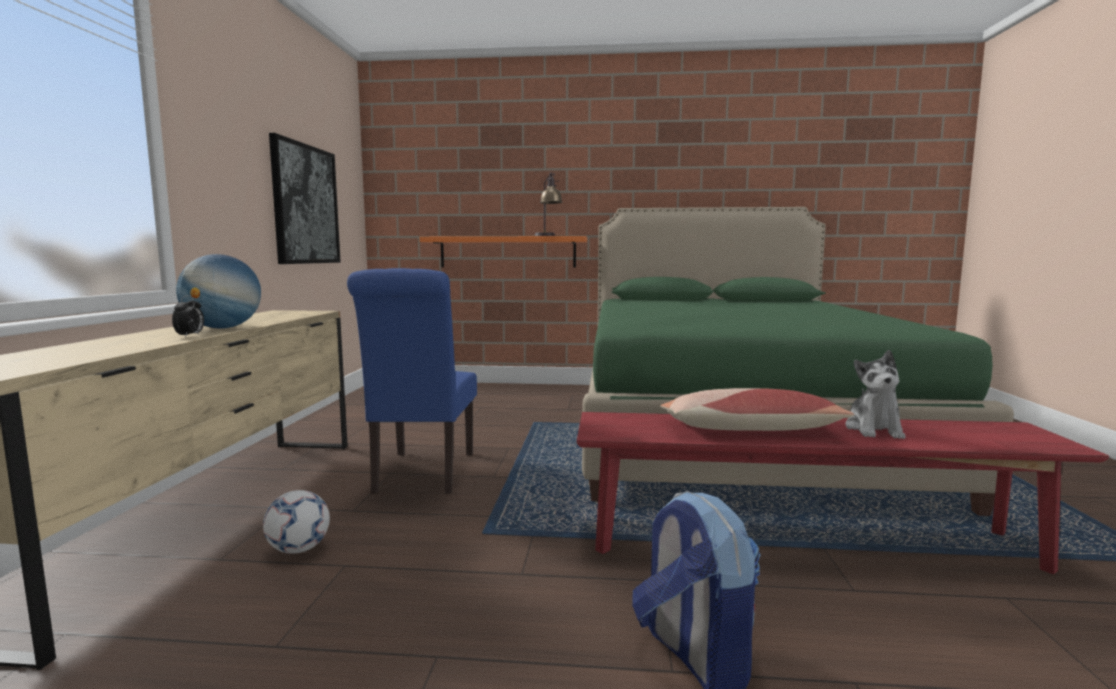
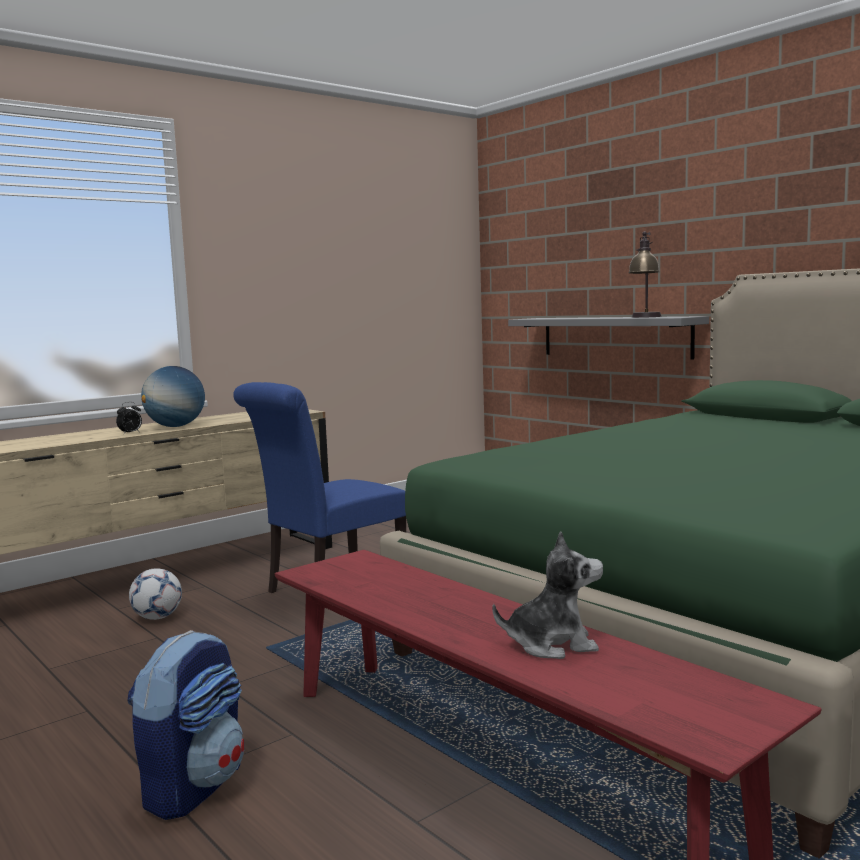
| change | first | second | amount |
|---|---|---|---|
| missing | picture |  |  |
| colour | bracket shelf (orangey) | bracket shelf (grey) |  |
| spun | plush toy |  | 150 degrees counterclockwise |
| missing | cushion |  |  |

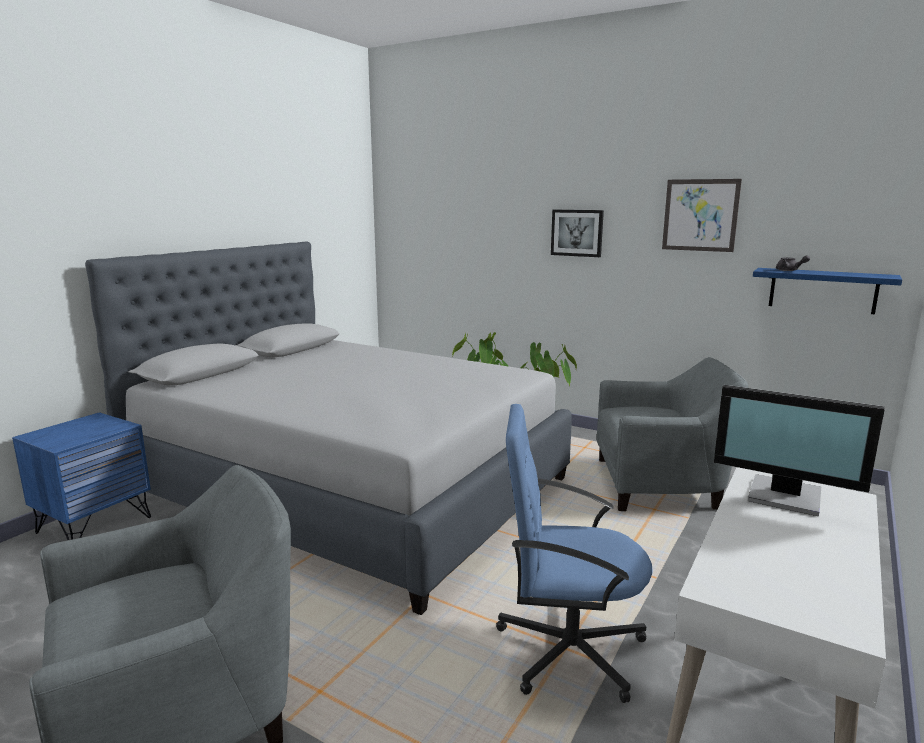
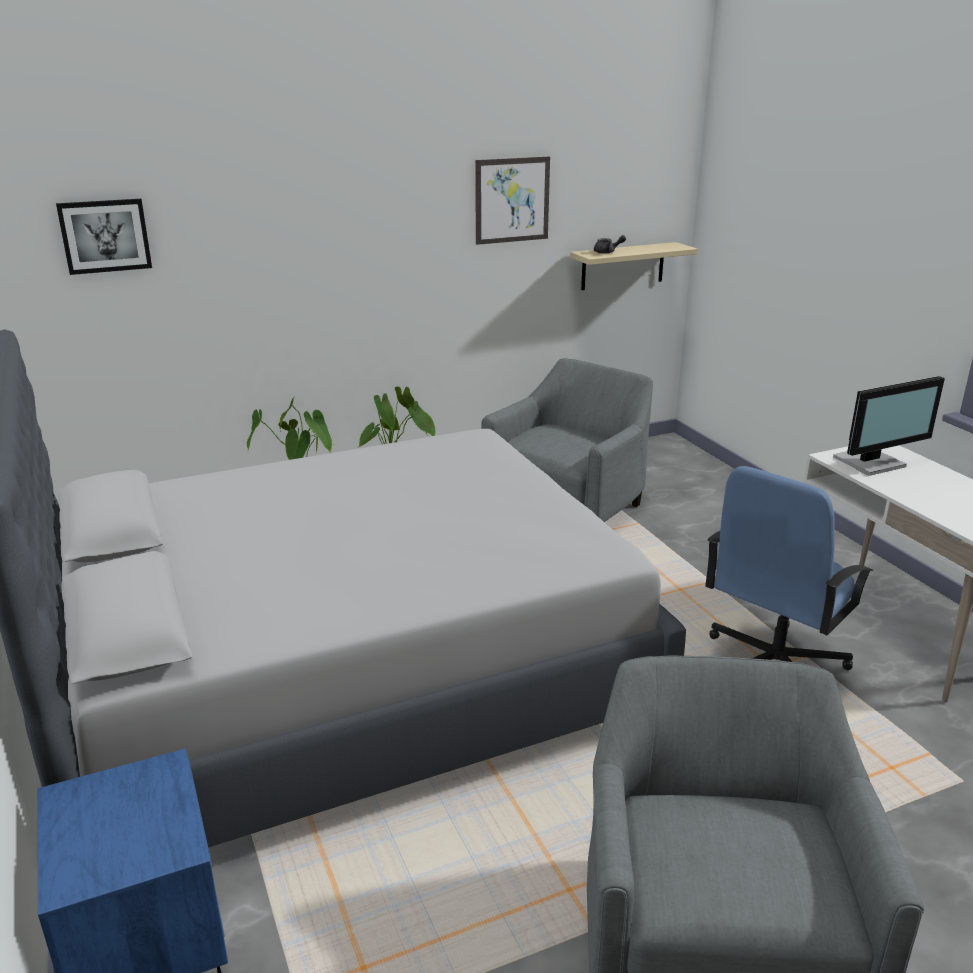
| change | first | second | amount |
|---|---|---|---|
| relocated | picture (no. 1 from left) |  |  |
| colour | bracket shelf (blue) | bracket shelf (beige) |  |

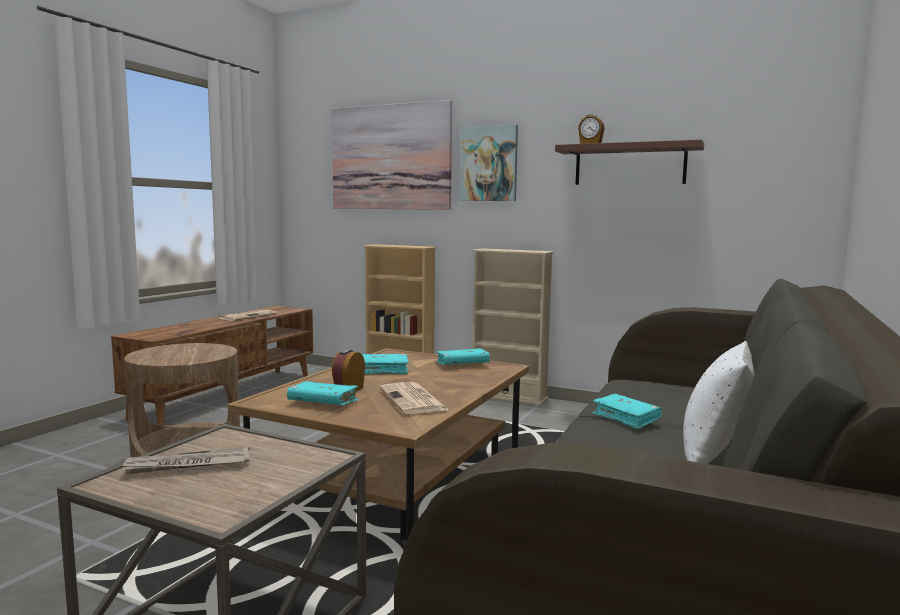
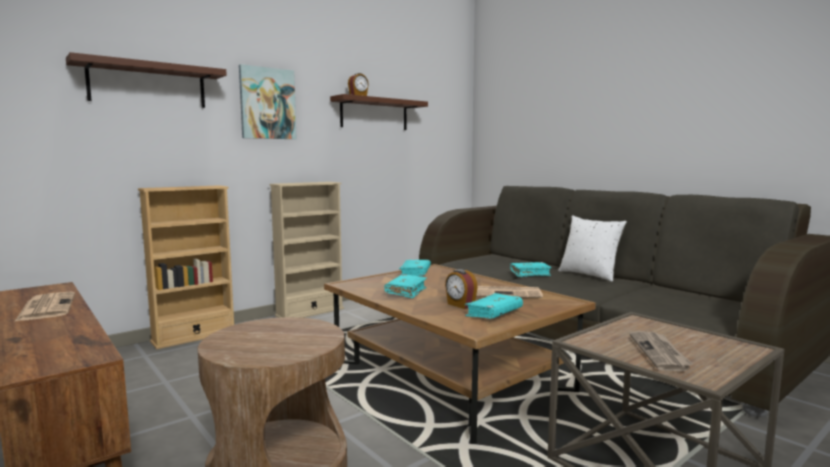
| change | first | second | amount |
|---|---|---|---|
| exchanged | picture (no. 1 from left) | bracket shelf (brown) (no. 1 from left) |  |

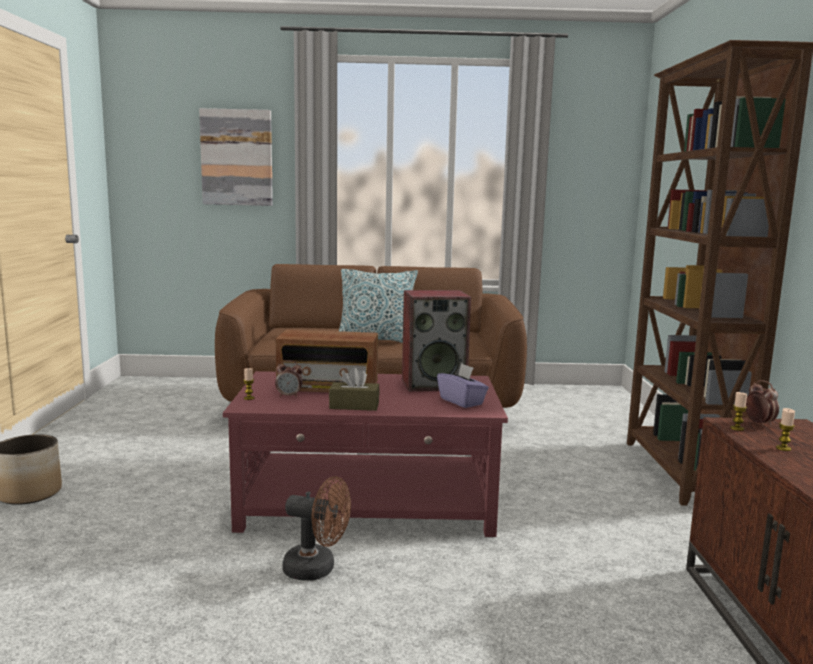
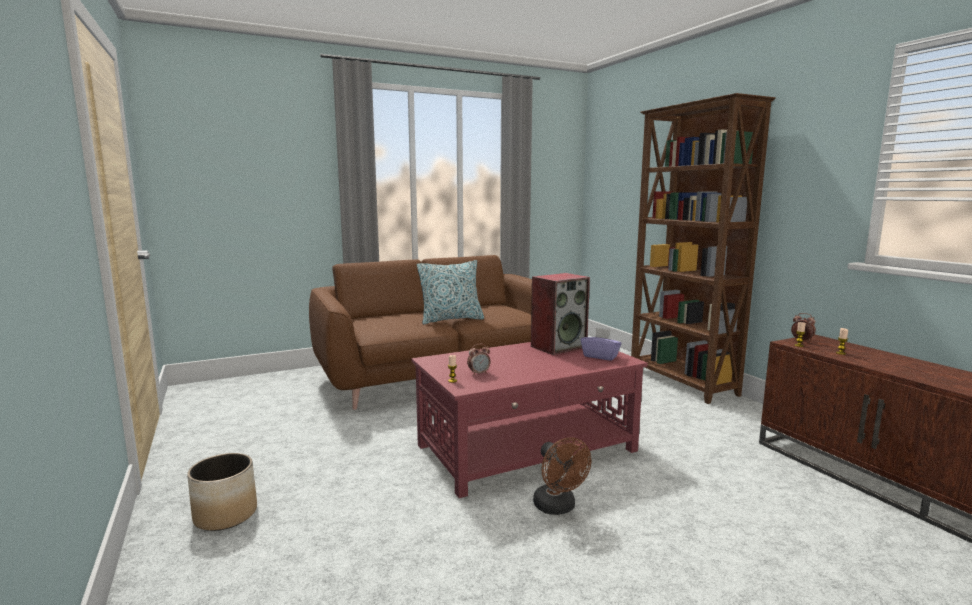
| change | first | second | amount |
|---|---|---|---|
| missing | picture |  |  |
| missing | radio |  |  |
| missing | box of tissues (brown) |  |  |
| spun | electric fan (brown) |  | 75 degrees clockwise |

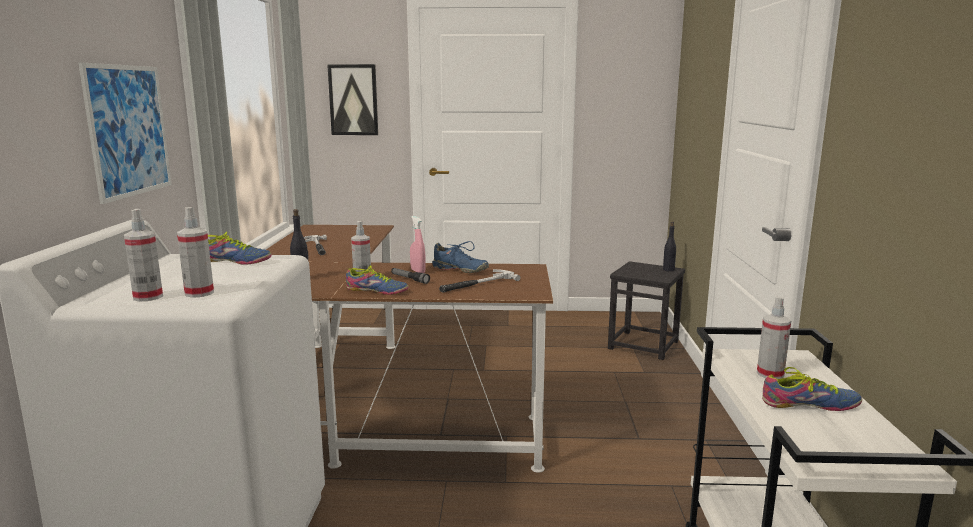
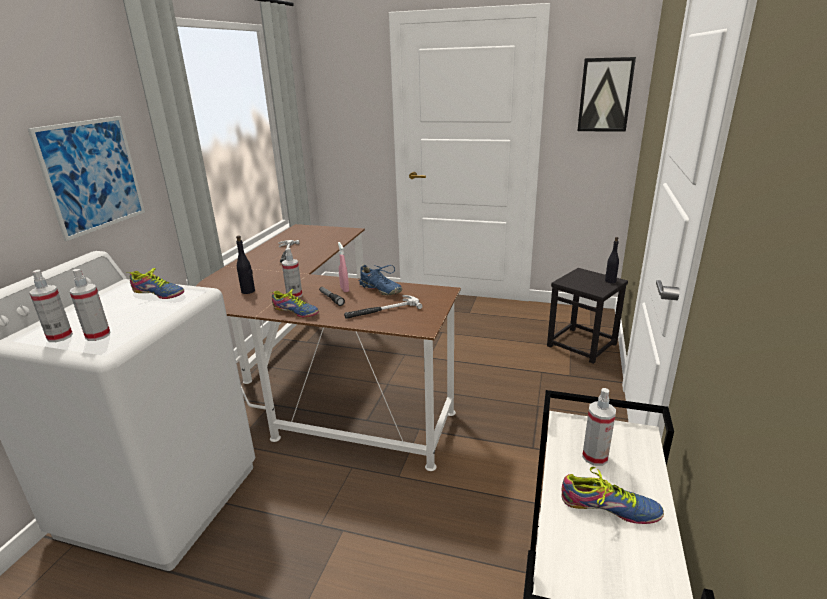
| change | first | second | amount |
|---|---|---|---|
| relocated | picture (no. 2 from left) |  |  |

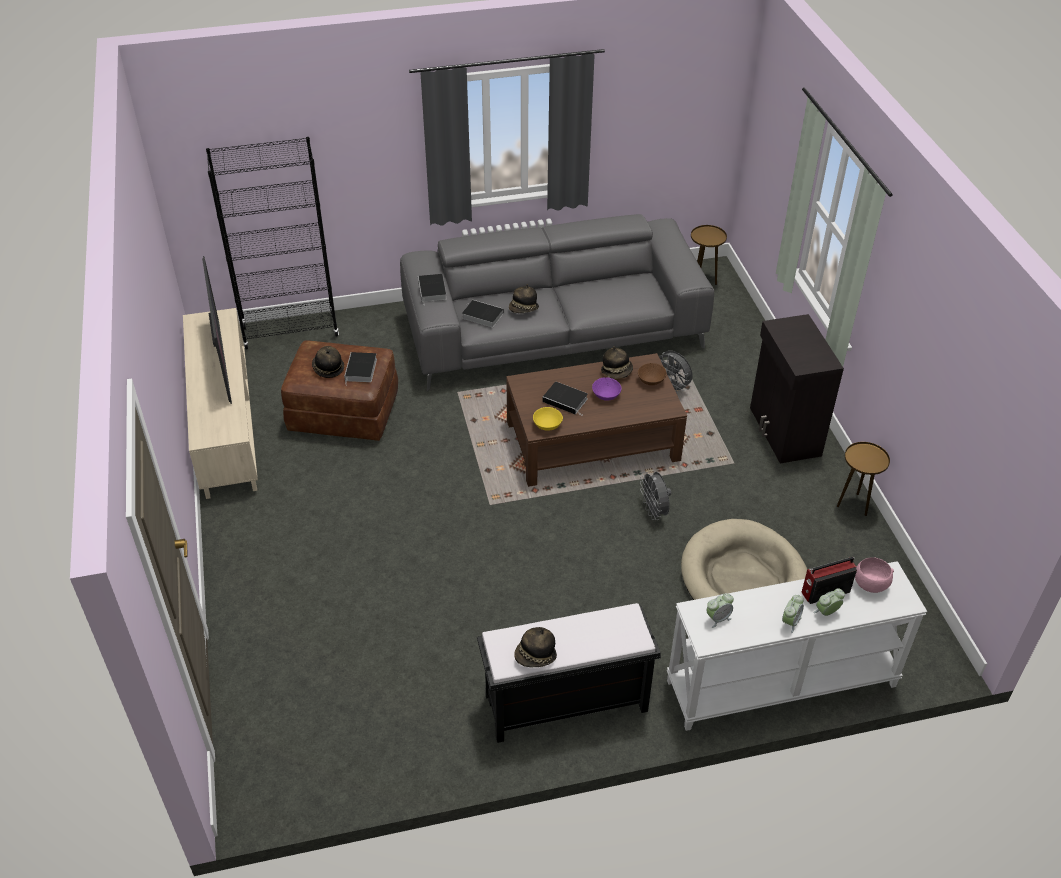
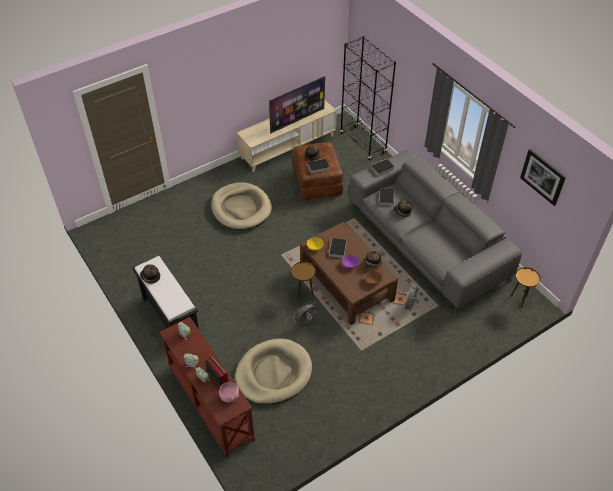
| change | first | second | amount |
|---|---|---|---|
| missing | cabinet (black-coloured) |  |  |
| relocated | accent table (brown) (no. 2 from left in the first image) | accent table (brown) (no. 1 from left) |  |
| colour | hall table (white-coloured) | hall table (brown) |  |
| appeared |  | picture |  |
| appeared |  | pet bed (beige) (no. 1 from left) |  |

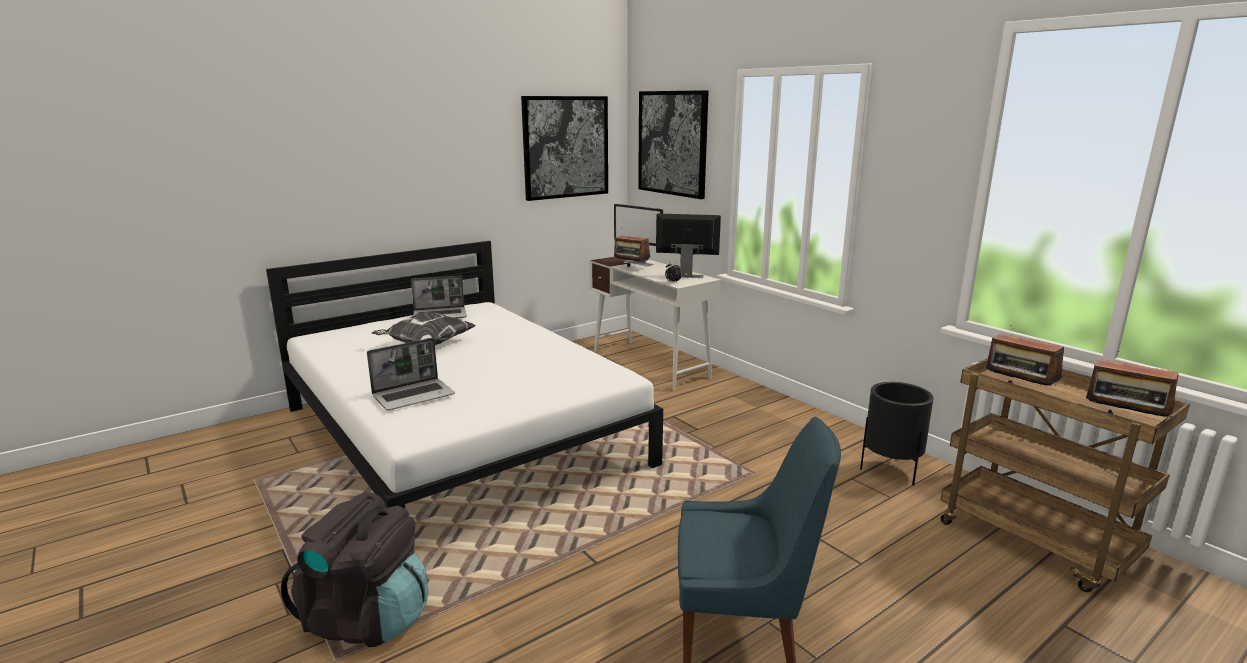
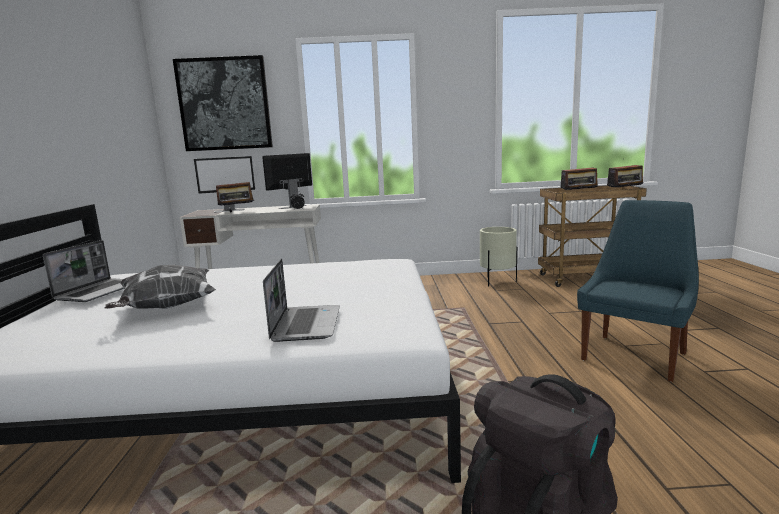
| change | first | second | amount |
|---|---|---|---|
| missing | picture (no. 1 from left) |  |  |
| colour | planter (black-coloured) | planter (beige) |  |

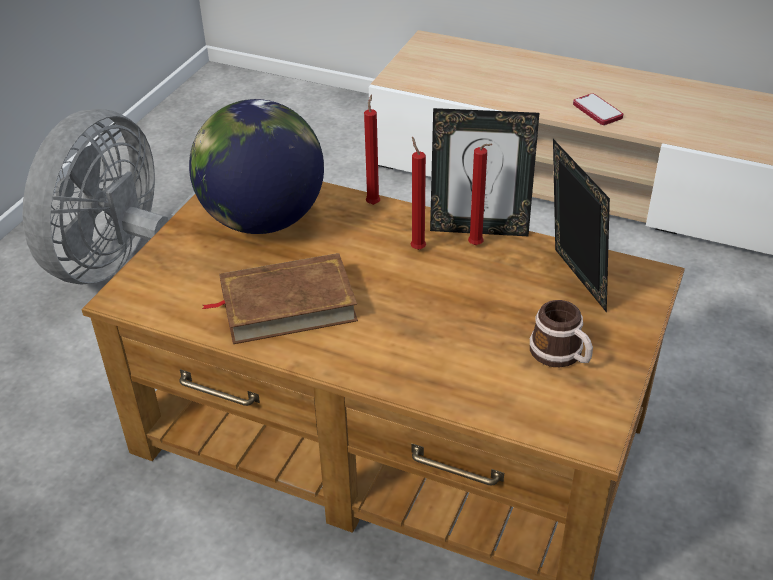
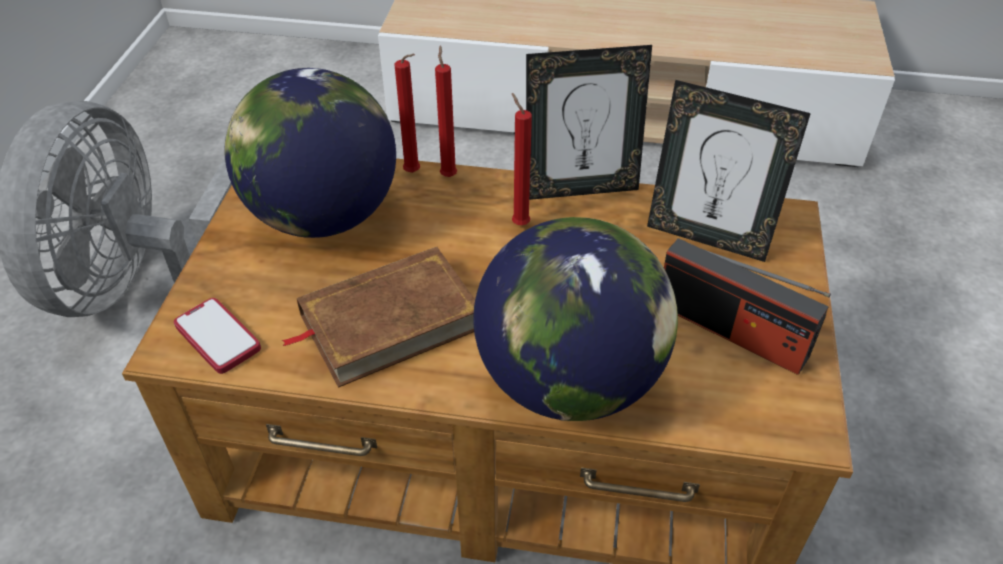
| change | first | second | amount |
|---|---|---|---|
| relocated | telephone |  |  |
| spun | standing frame (no. 2 from left) |  | 150 degrees clockwise |
| relocated | candle (red) (no. 3 from left in the first image) | candle (red) (no. 1 from left) |  |
| exchanged | coffee mug | radio |  |
| appeared |  | world globe (no. 2 from left) |  |

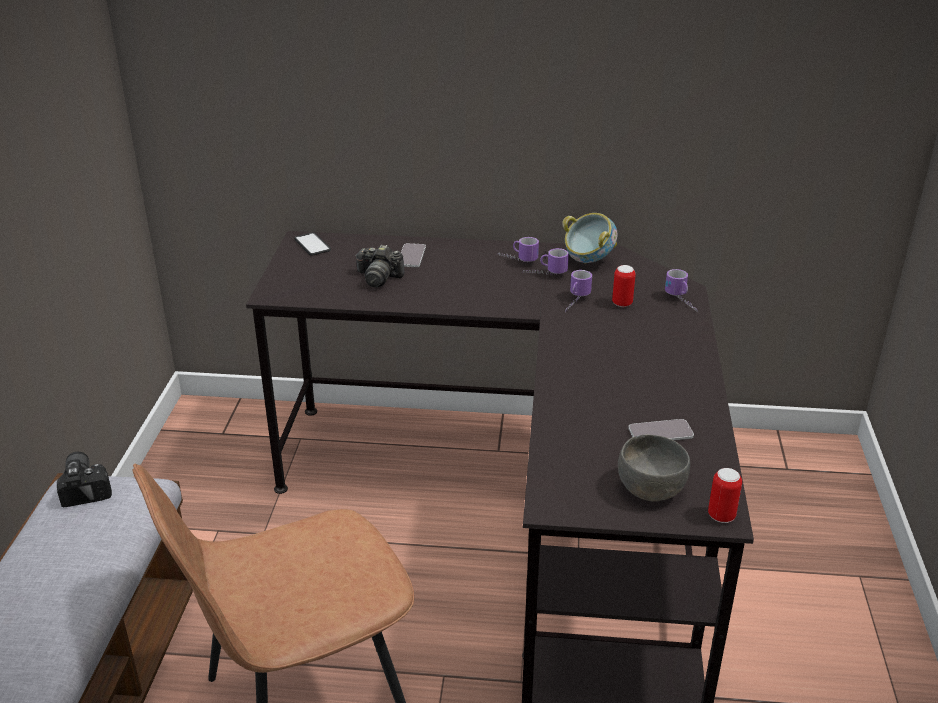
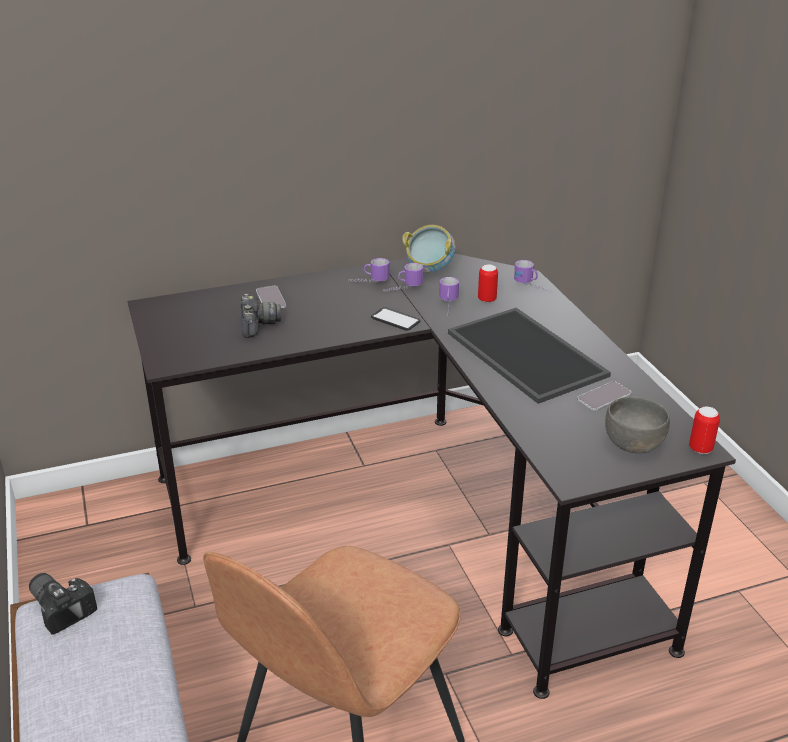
| change | first | second | amount |
|---|---|---|---|
| relocated | telephone (no. 1 from left in the first image) | telephone (no. 2 from left) |  |
| spun | still camera (no. 2 from left) |  | 90 degrees counterclockwise |
| appeared |  | serving tray |  |

